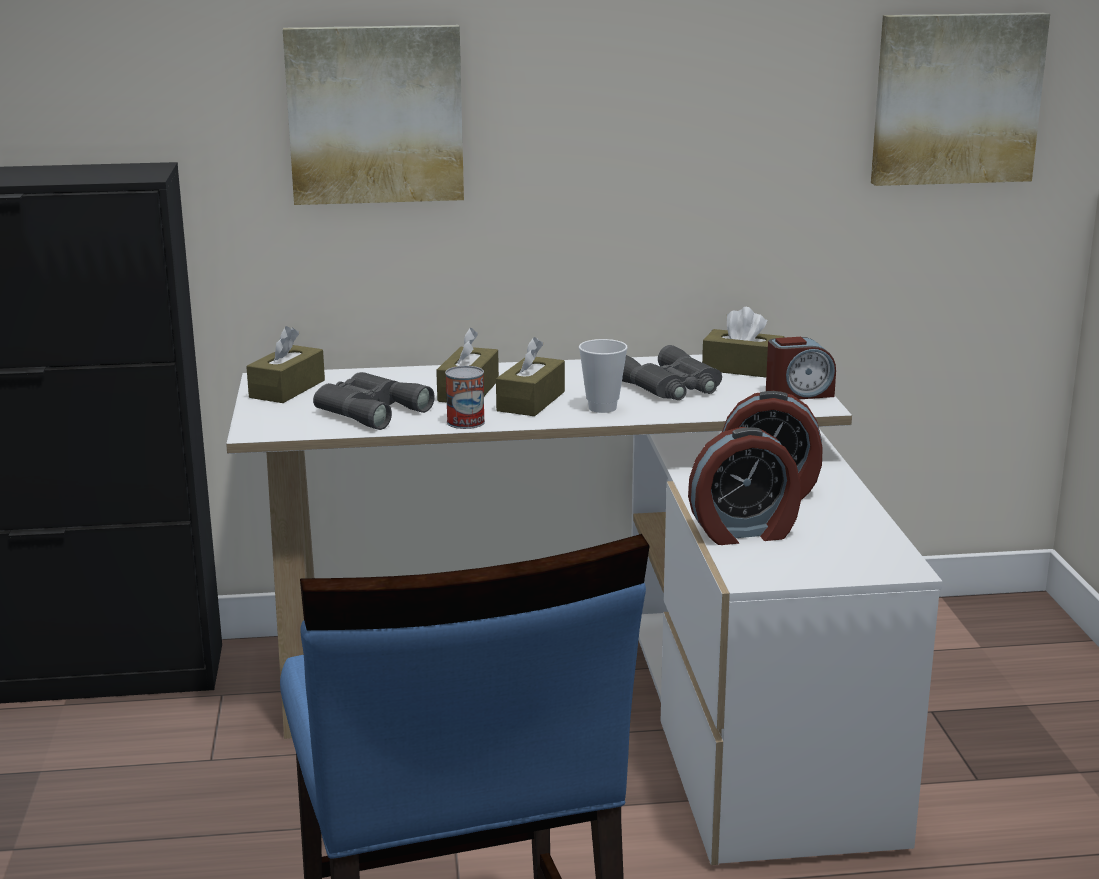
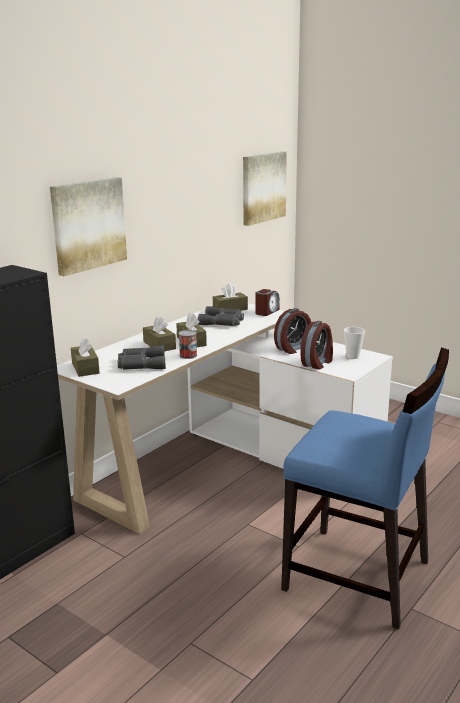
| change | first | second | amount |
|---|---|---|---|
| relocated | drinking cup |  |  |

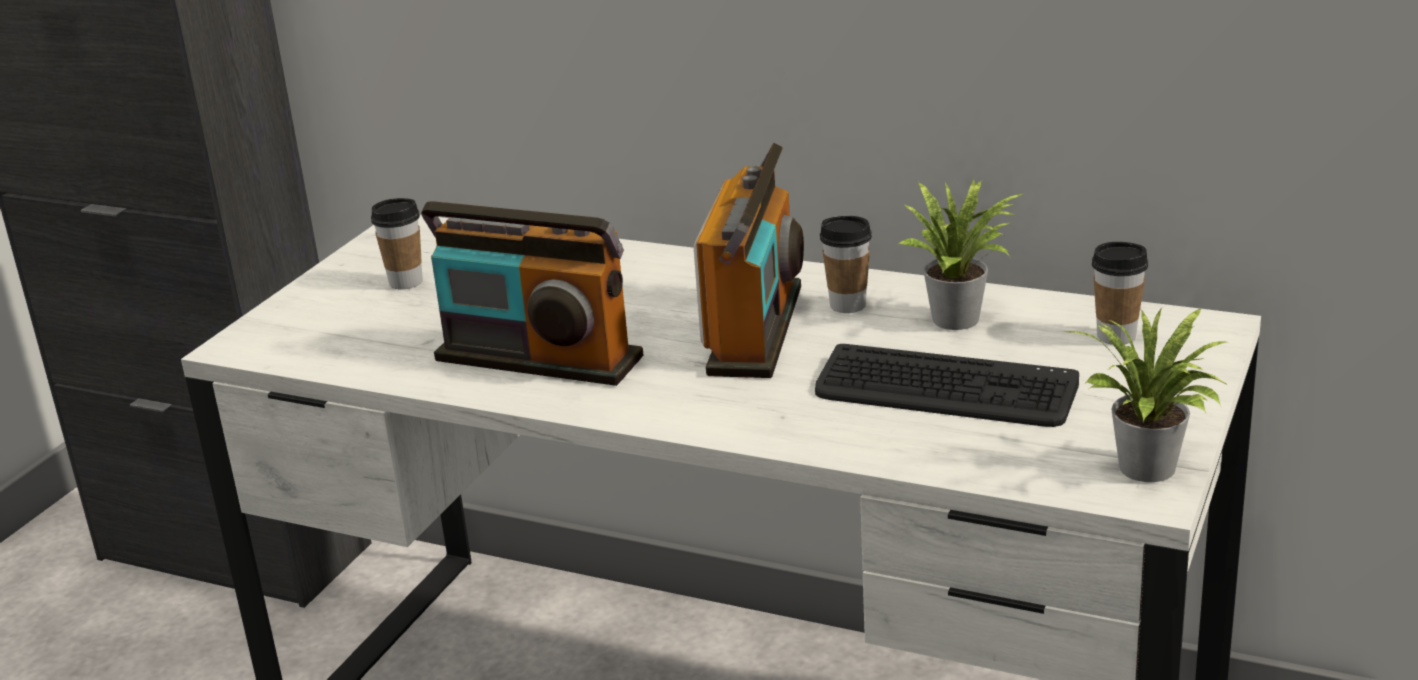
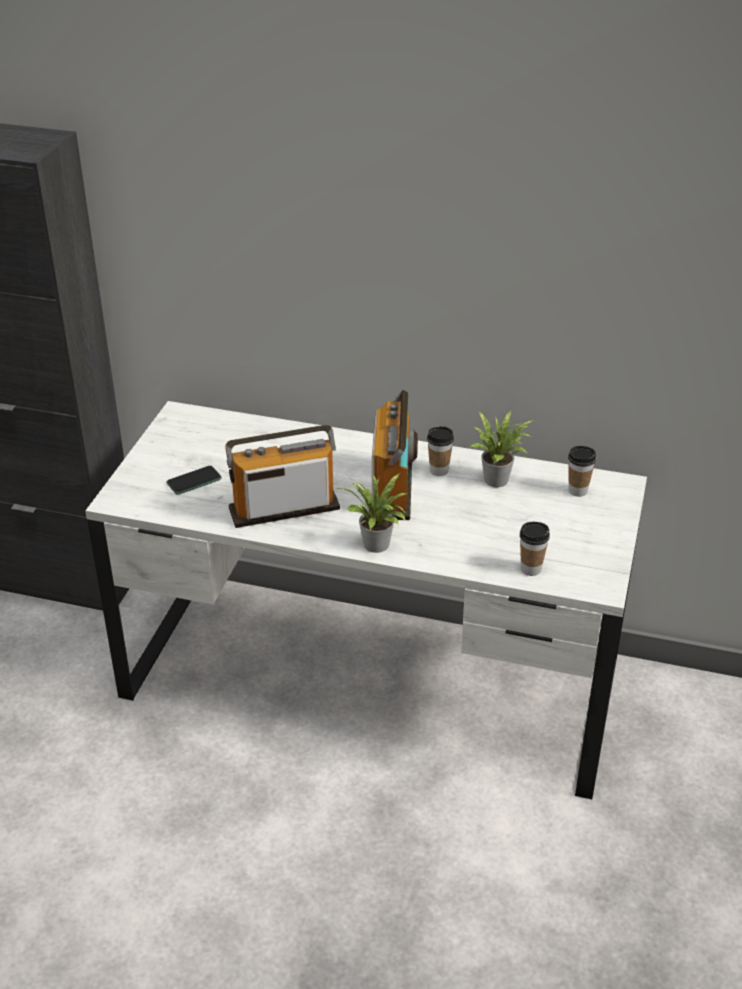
| change | first | second | amount |
|---|---|---|---|
| relocated | drinking cup (no. 1 from left in the first image) | drinking cup (no. 2 from left) |  |
| spun | radio (no. 1 from left) |  | 150 degrees clockwise |
| relocated | plant in a pot (no. 2 from left in the first image) | plant in a pot (no. 1 from left) |  |
| missing | PC keyboard |  |  |
| appeared |  | telephone |  |

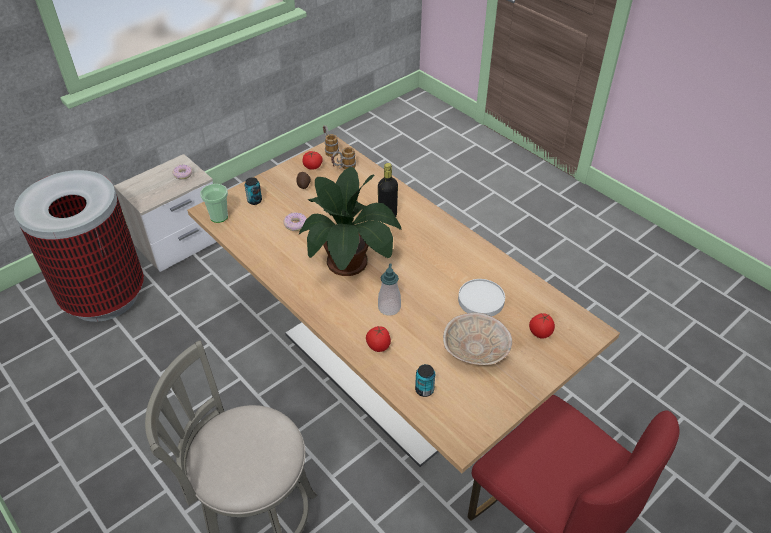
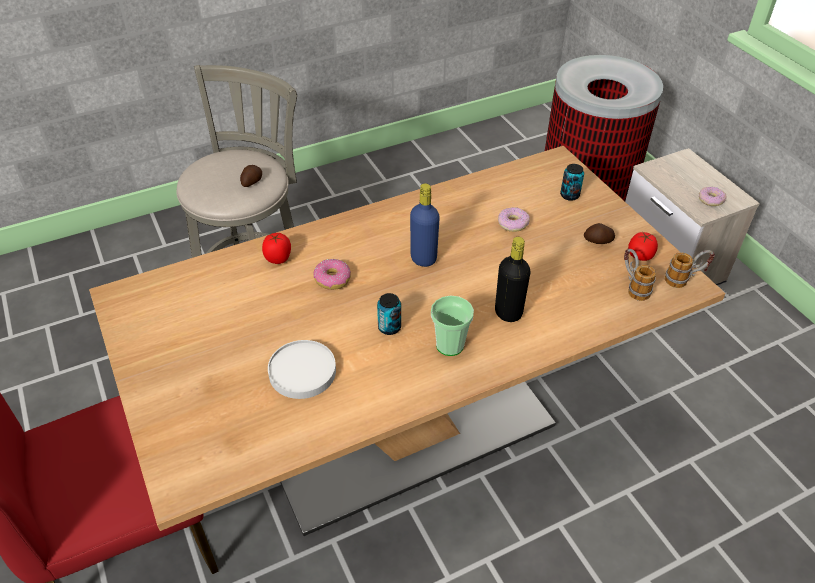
| change | first | second | amount |
|---|---|---|---|
| exchanged | plant in a pot | bottle (blue) |  |
| relocated | drinking cup |  |  |
| exchanged | liquid soap bottle | donut (no. 1 from left) |  |
| missing | deep dish (beige) |  |  |
| missing | whole tomato (no. 3 from left) |  |  |
| relocated | sealed can (no. 2 from left in the first image) | sealed can (no. 1 from left) |  |
| appeared |  | spud (no. 1 from left) |  |

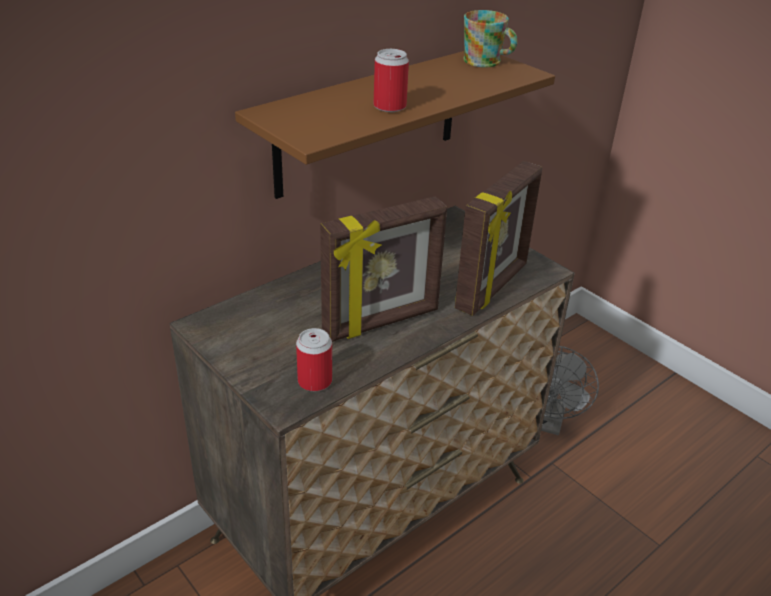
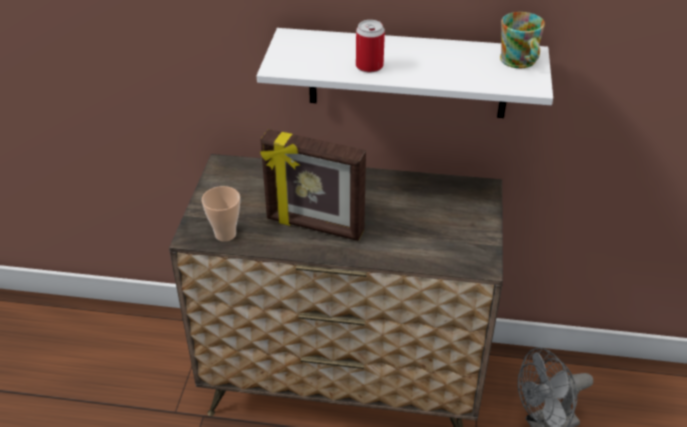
| change | first | second | amount |
|---|---|---|---|
| colour | bracket shelf (brown) | bracket shelf (white-coloured) |  |
| missing | standing frame (no. 2 from left) |  |  |
| exchanged | sealed can (no. 1 from left) | drinking cup |  |

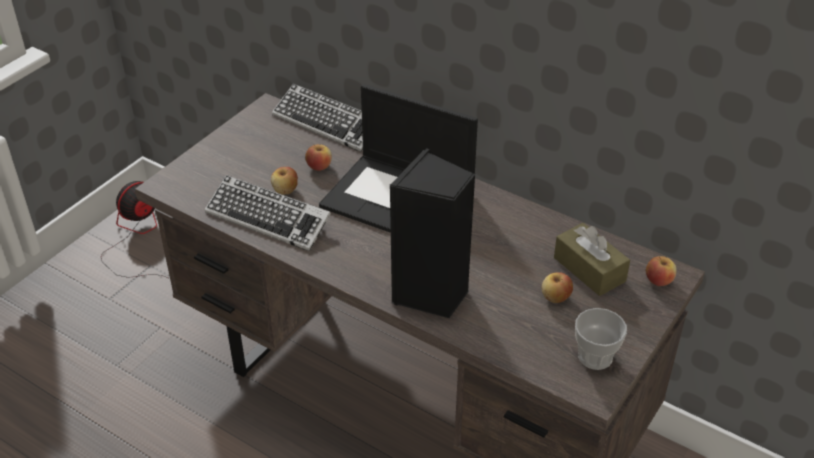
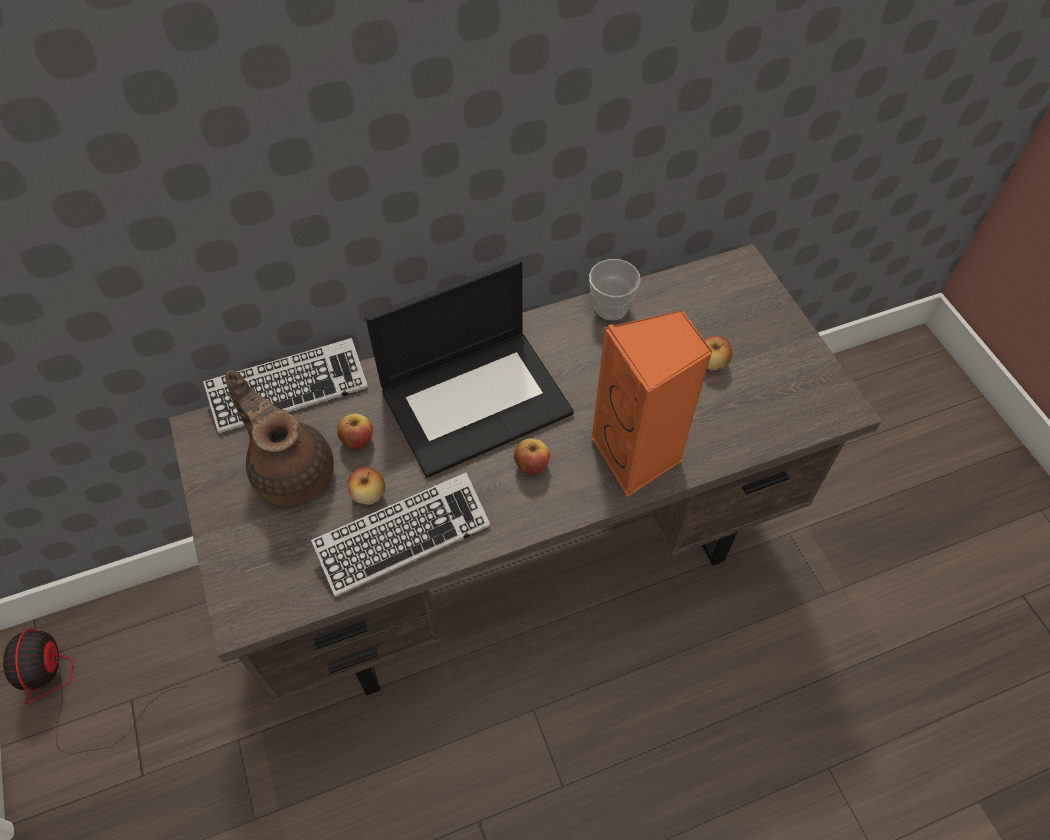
| change | first | second | amount |
|---|---|---|---|
| colour | audio speaker (black-coloured) | audio speaker (orangey) |  |
| missing | box of tissues (brown) |  |  |
| relocated | apple fruit (no. 4 from left in the first image) | apple fruit (no. 3 from left) |  |
| relocated | drinking cup |  |  |
| appeared |  | teapot (brown) |  |

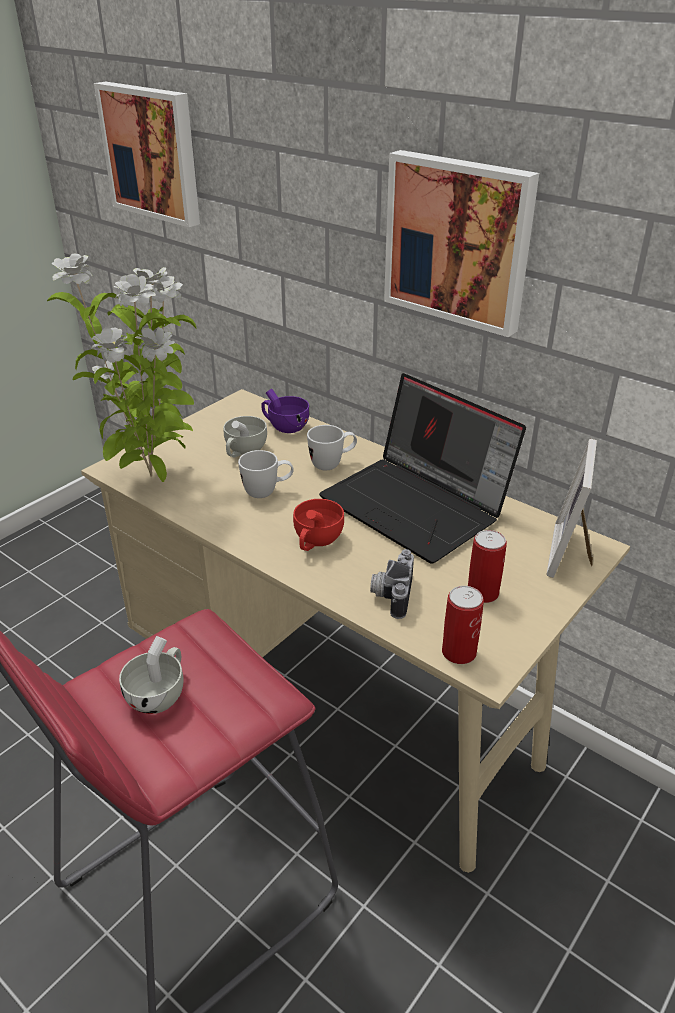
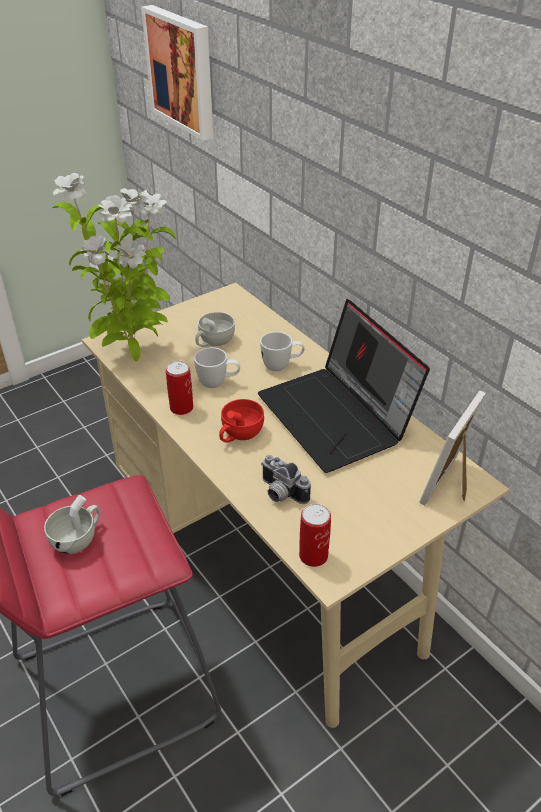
| change | first | second | amount |
|---|---|---|---|
| missing | picture (no. 2 from left) |  |  |
| missing | drinking cup (purplish) |  |  |
| relocated | sealed can (no. 2 from left in the first image) | sealed can (no. 1 from left) |  |
| spun | still camera |  | 75 degrees counterclockwise |

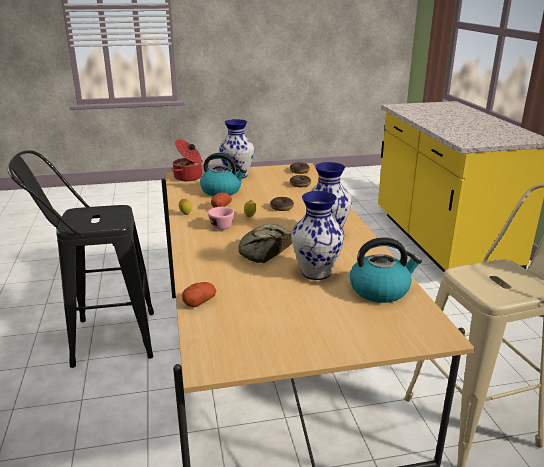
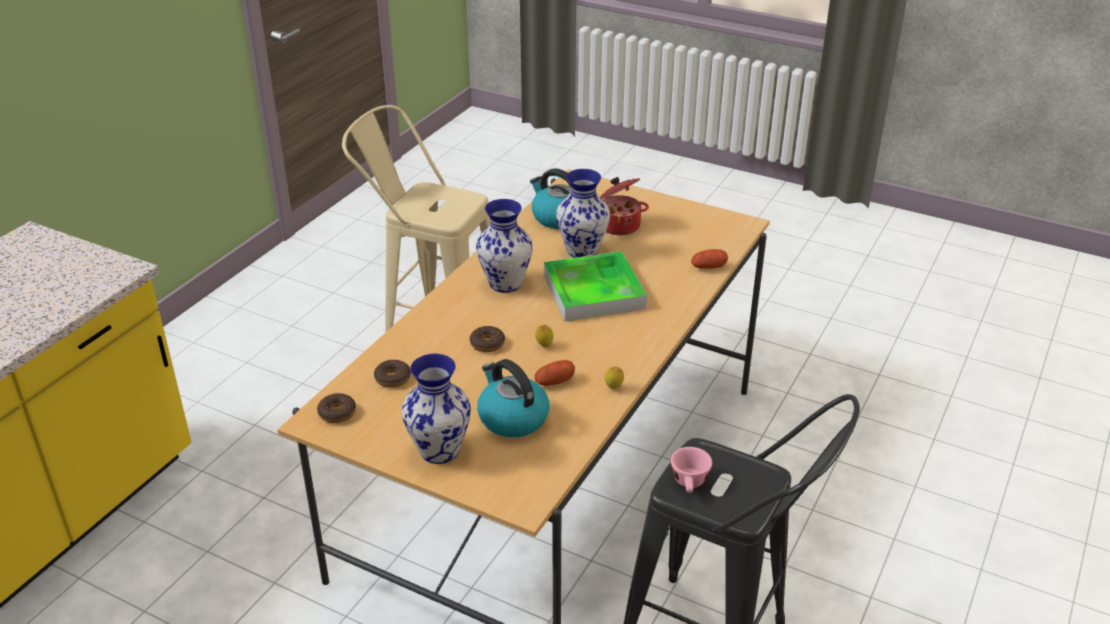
| change | first | second | amount |
|---|---|---|---|
| relocated | cooking pot |  |  |
| relocated | drinking cup (pinkish) |  |  |
| exchanged | bread | serving tray |  |

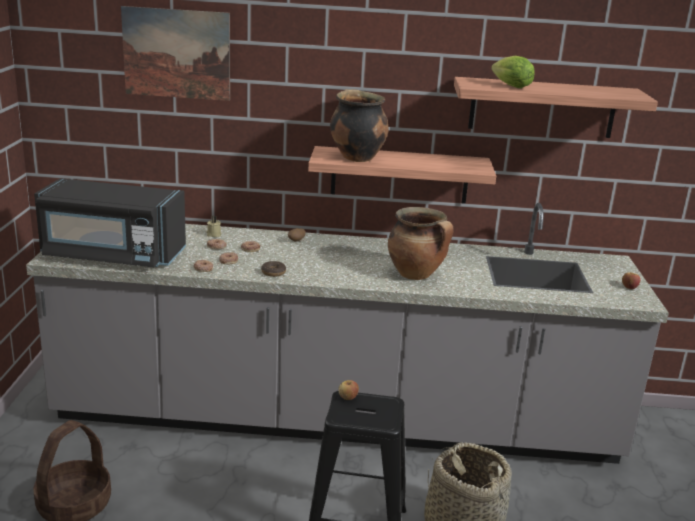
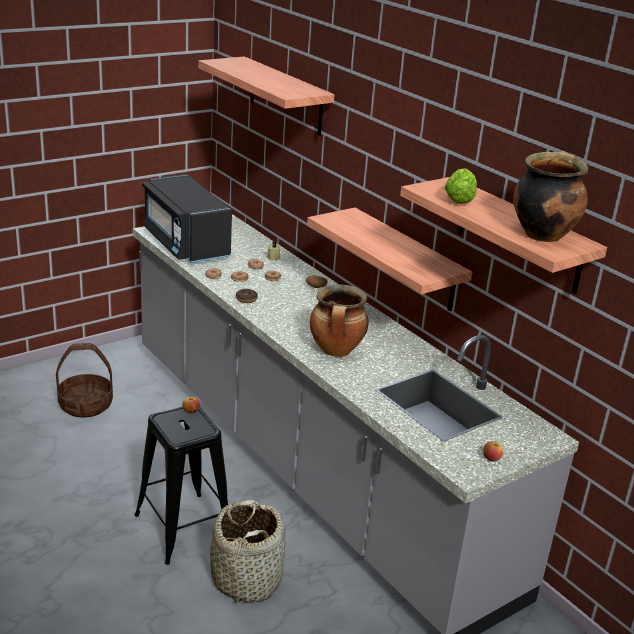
| change | first | second | amount |
|---|---|---|---|
| exchanged | picture | bracket shelf (no. 1 from left) |  |
| relocated | cooking pot (no. 1 from left in the first image) | cooking pot (no. 2 from left) |  |

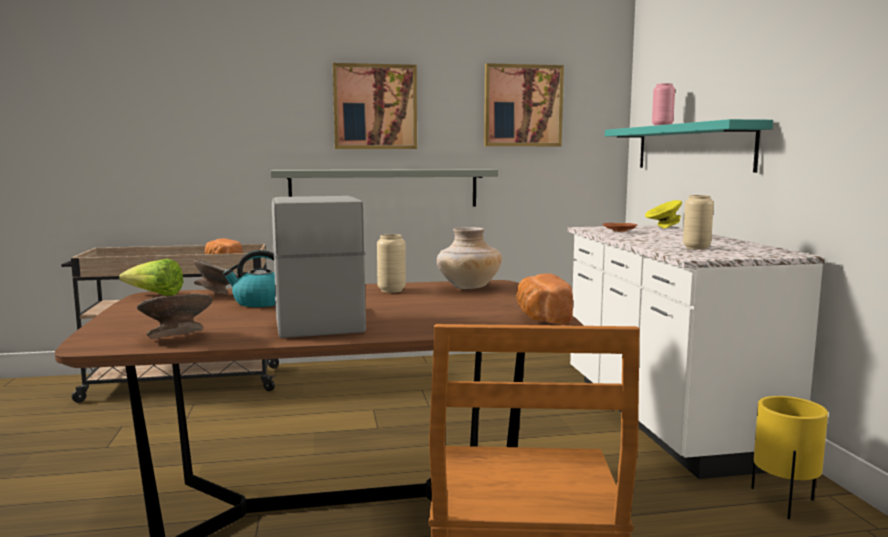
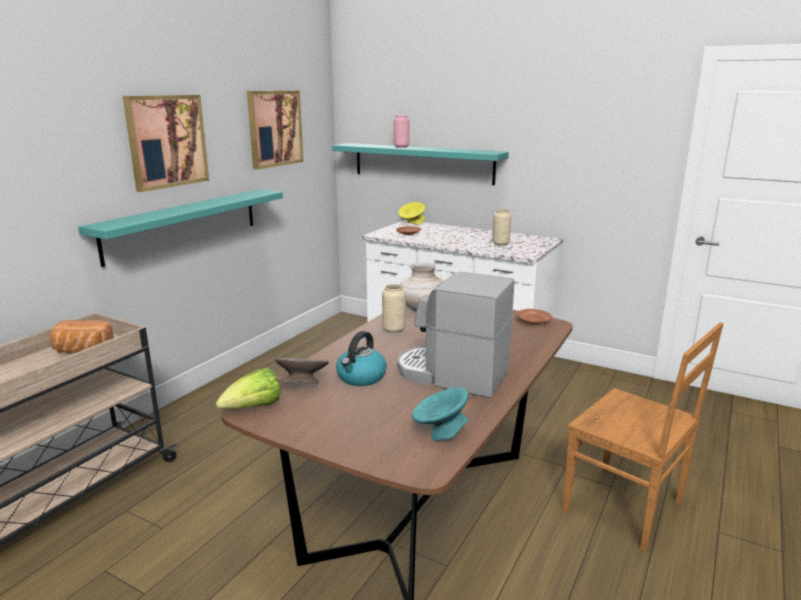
| change | first | second | amount |
|---|---|---|---|
| colour | bracket shelf (grey) | bracket shelf (blue-green) (no. 1 from left) |  |
| exchanged | bread (no. 2 from left) | flat dish (brown) (no. 2 from left) |  |
| colour | deep dish (grey) (no. 1 from left) | deep dish (blue-green) |  |
| missing | planter (yellow-coloured) |  |  |

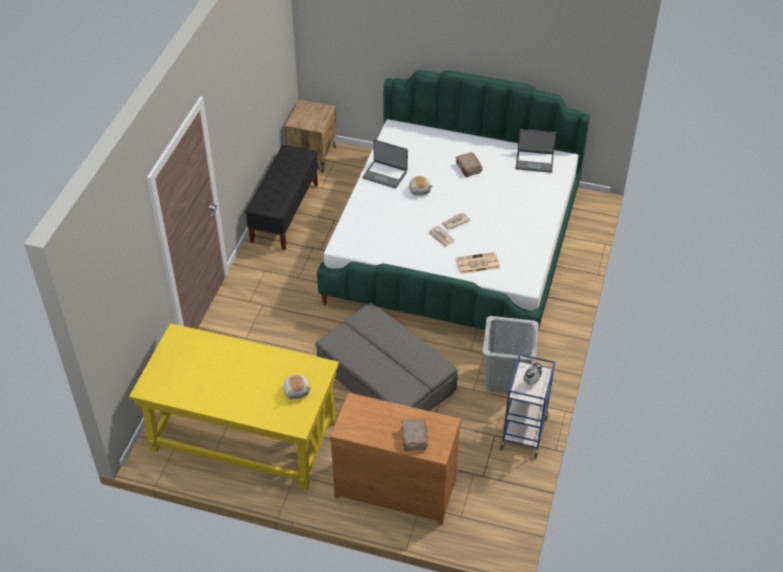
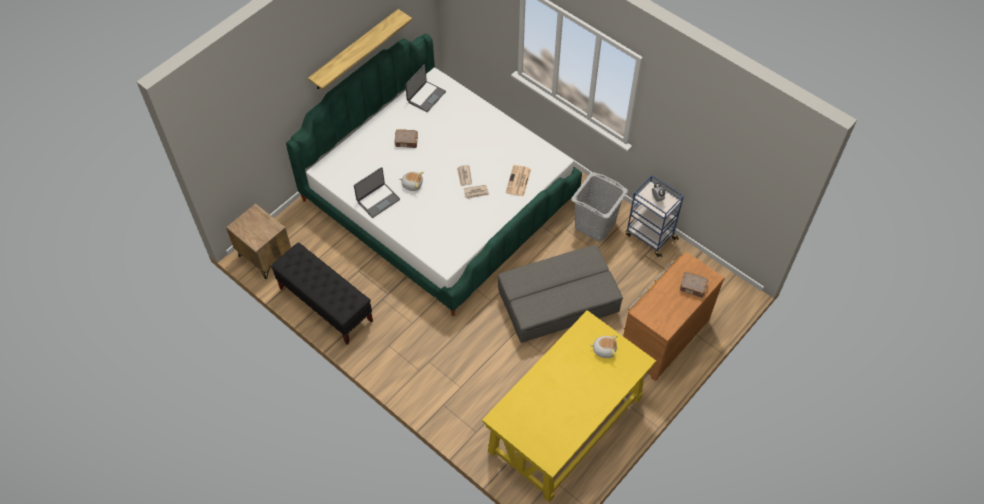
| change | first | second | amount |
|---|---|---|---|
| appeared |  | bracket shelf |  |

